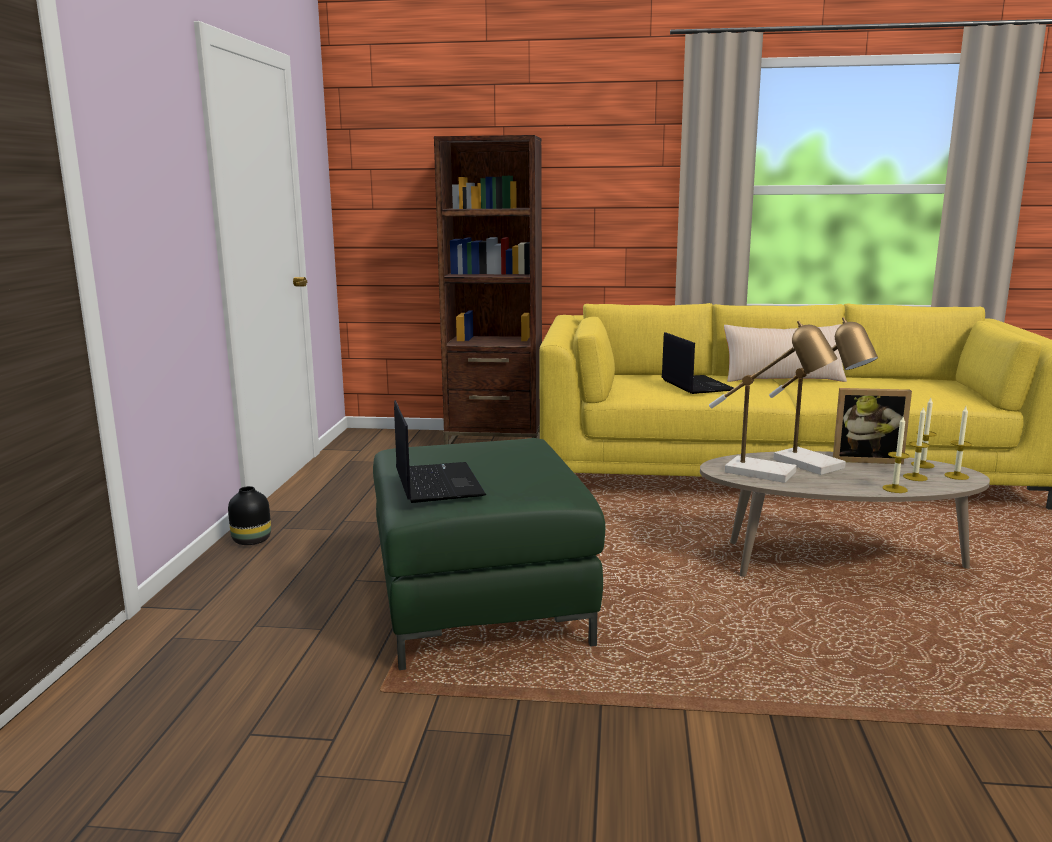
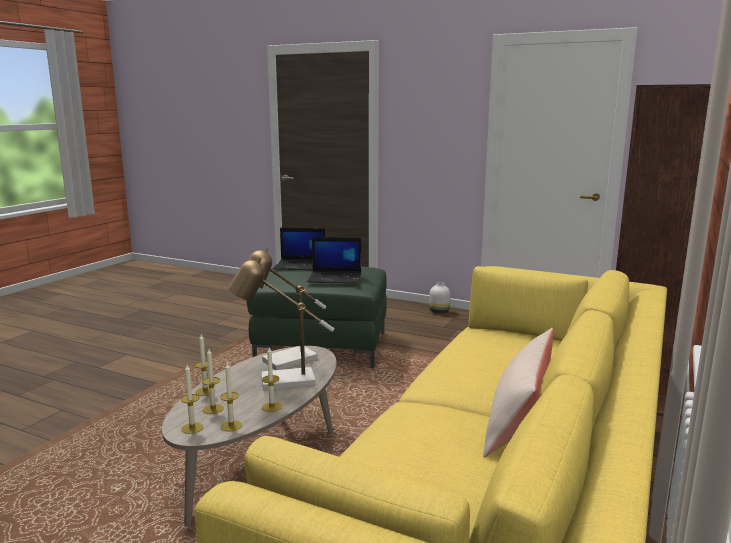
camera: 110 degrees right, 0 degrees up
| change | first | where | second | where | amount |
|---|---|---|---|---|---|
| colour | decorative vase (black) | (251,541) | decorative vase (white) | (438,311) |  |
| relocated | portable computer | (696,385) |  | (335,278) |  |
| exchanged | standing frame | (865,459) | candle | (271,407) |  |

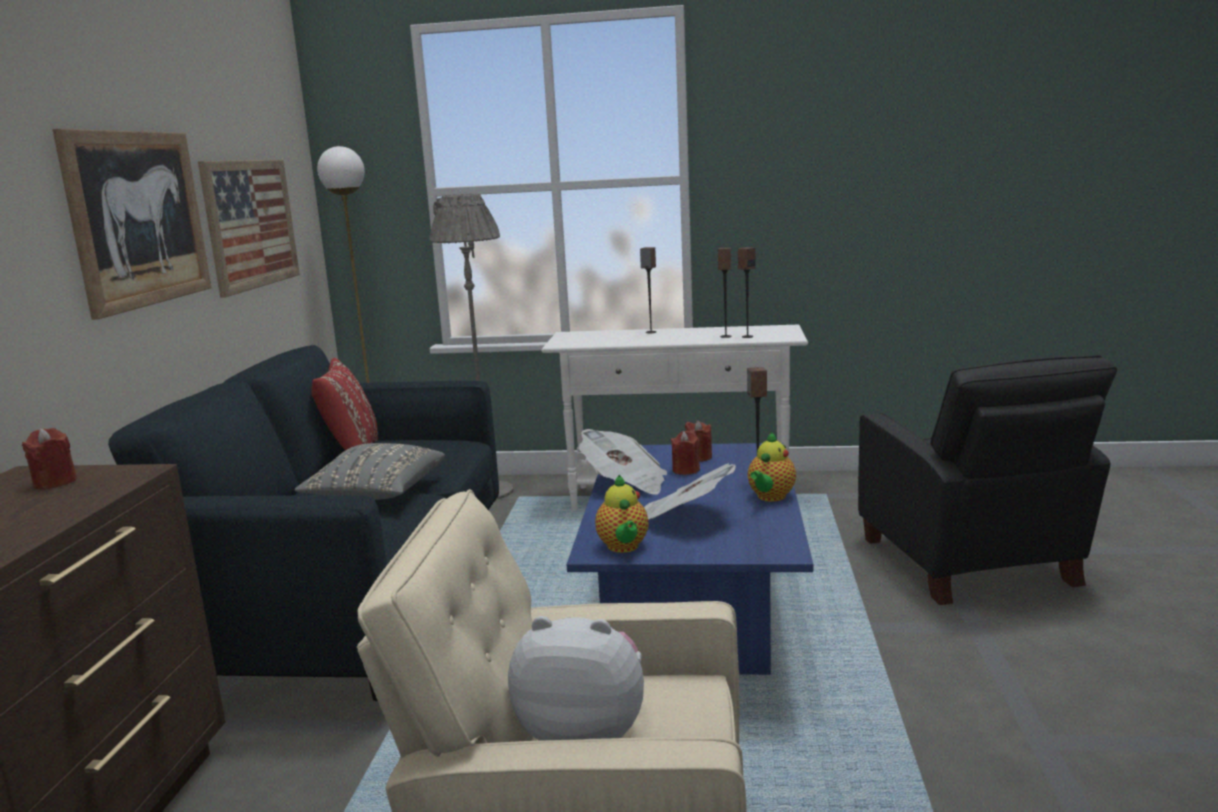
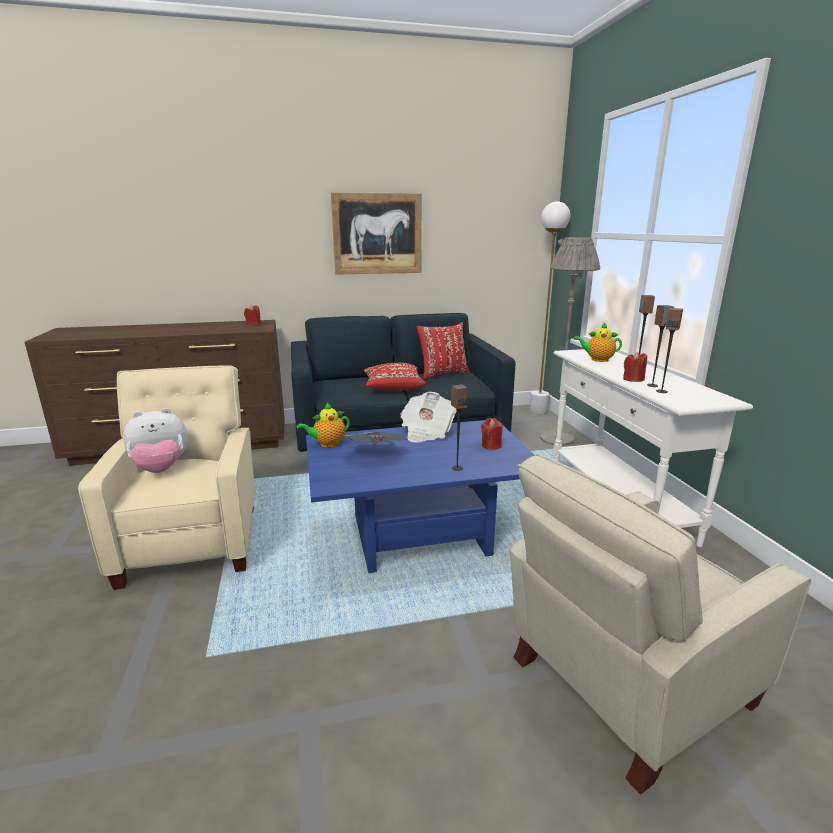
camera: 70 degrees right, 5 degrees up
| change | first | where | second | where | amount |
|---|---|---|---|---|---|
| missing | wall art | (251,224) |  |  |  |
| colour | cushion (grey) | (376,494) | cushion (reddish) | (393,388) |  |
| spun | plush toy | (584,734) |  | (161,469) | 75 degrees clockwise |
| relocated | candle (reddish) | (686,470) |  | (633,379) |  |
| relocated | tea pot | (770,497) |  | (597,359) |  |
| colour | easy chair (black) | (970,564) | easy chair (beige-coloured) | (622,682) |  |

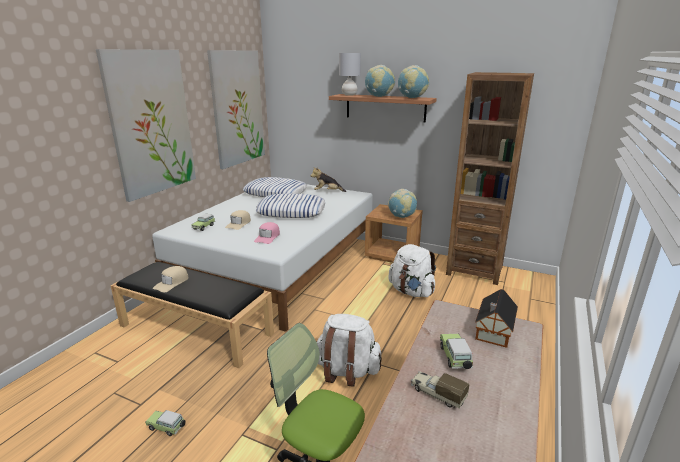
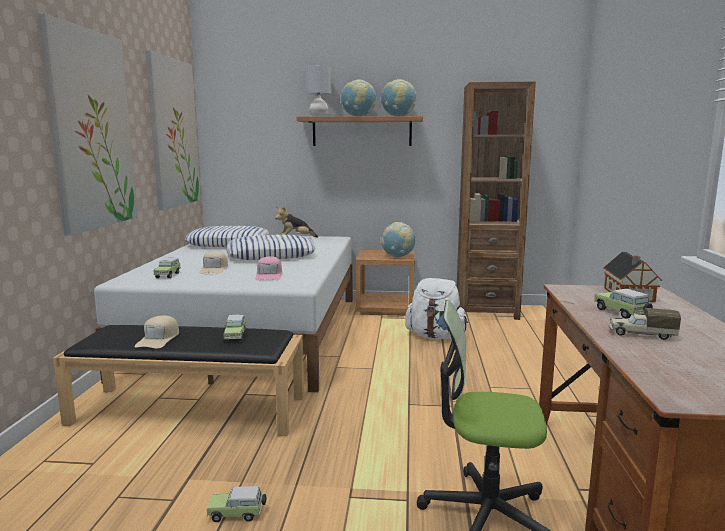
camera: 20 degrees left, 10 degrees down
| change | first | where | second | where | amount |
|---|---|---|---|---|---|
| missing | rucksack (white) | (346,371) |  |  |  |
| appeared |  |  | model car | (235,336) |  |

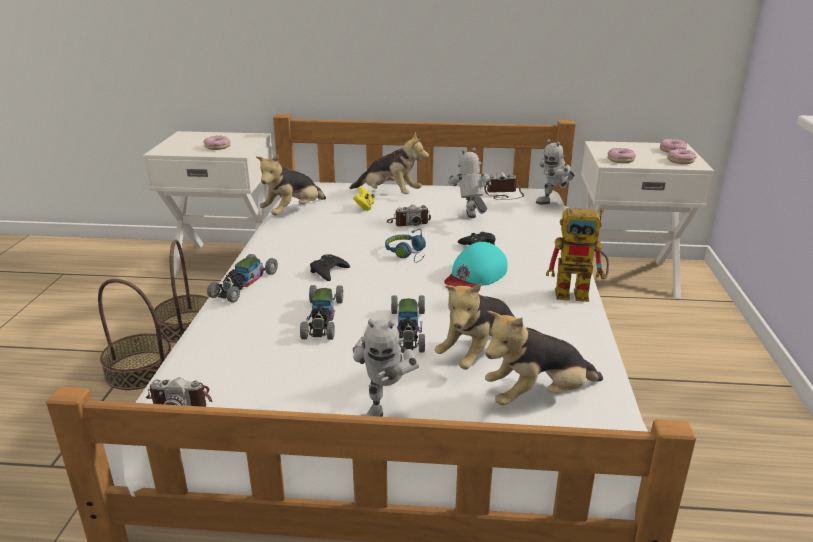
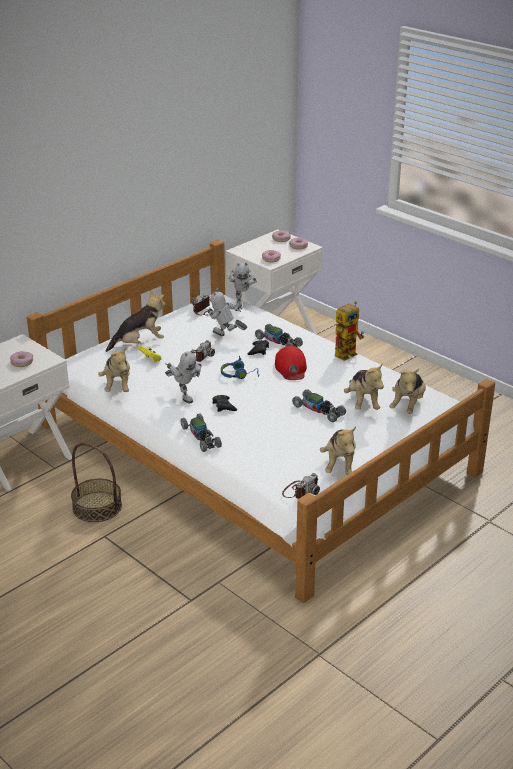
camera: 50 degrees left, 5 degrees up
| change | first | where | second | where | amount |
|---|---|---|---|---|---|
| missing | storage basket | (140,370) |  |  |  |
| relocated | model car | (322,319) |  | (278,342) |  |
| relocated | model robot | (385,407) |  | (184,396) |  |
| colour | baseball cap (turquoise) | (475,275) | baseball cap (reddish) | (291,368) |  |
| appeared |  |  | plush toy | (339,464) |  |

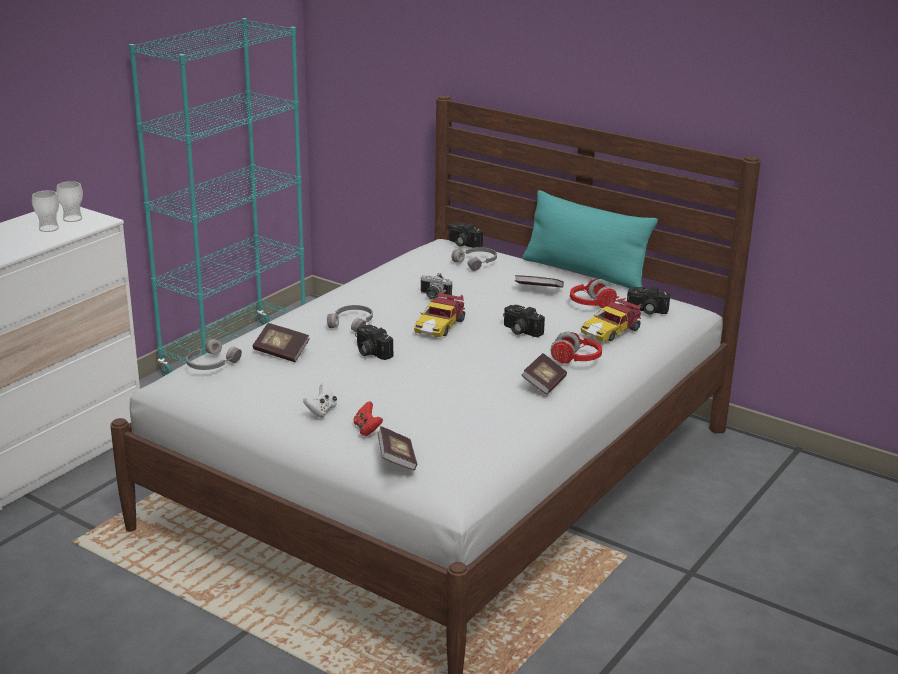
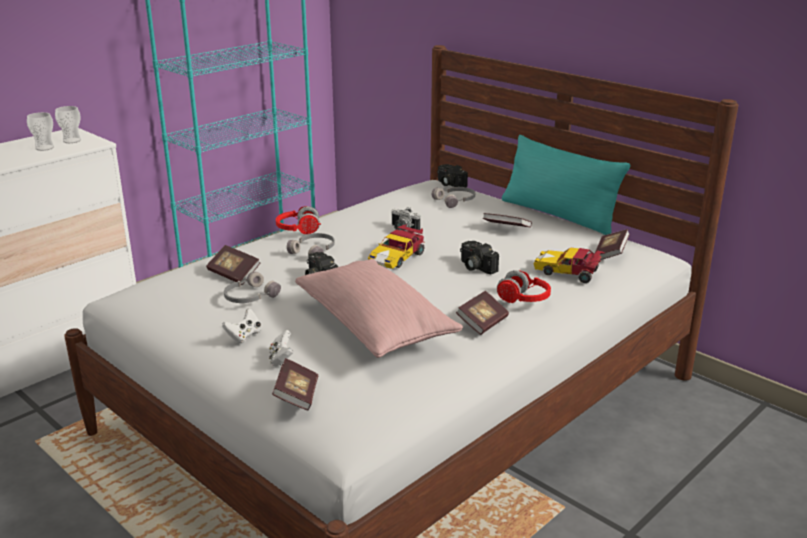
camera: 10 degrees right, 0 degrees up
| change | first | where | second | where | amount |
|---|---|---|---|---|---|
| relocated | headphones (grey) | (211,364) |  | (249,297) |  |
| colour | gamepad (reddish) | (367,429) | gamepad (white) | (281,359) |  |
| relocated | headphones (reddish) | (592,305) |  | (298,230) |  |
| spun | model car | (611,331) |  | (569,273) | 60 degrees clockwise |
| exchanged | photo camera | (646,311) | bound book | (610,254) |  |
| appeared |  |  | cushion (pinkish) | (375,326) |  |

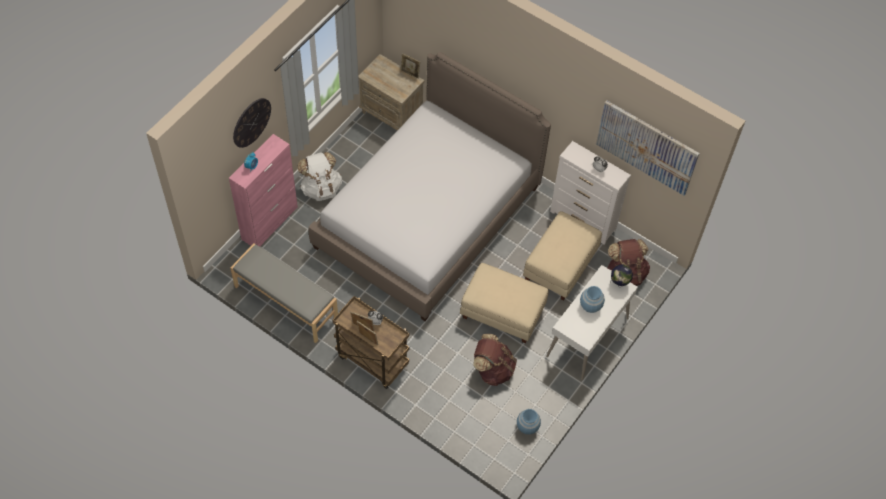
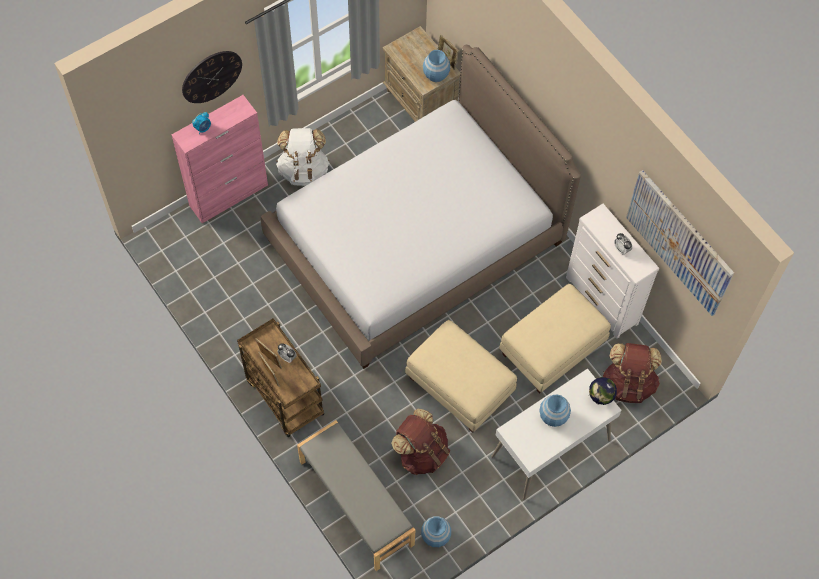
camera: 20 degrees right, 5 degrees up
| change | first | where | second | where | amount |
|---|---|---|---|---|---|
| relocated | bench (grey) | (285,302) |  | (355,503) |  |
| appeared |  |  | decorative vase (bluish) | (436,74) |  |

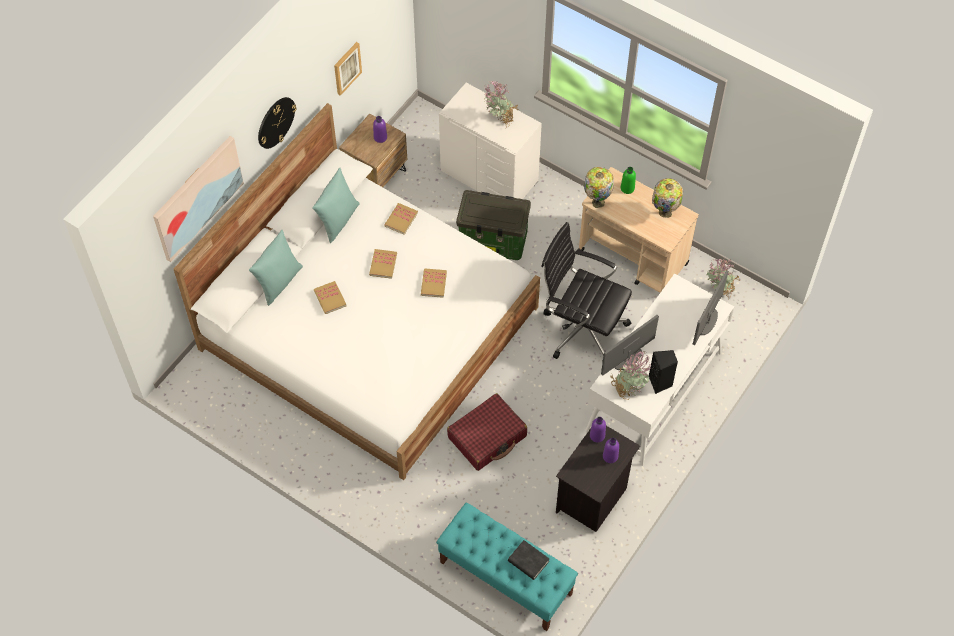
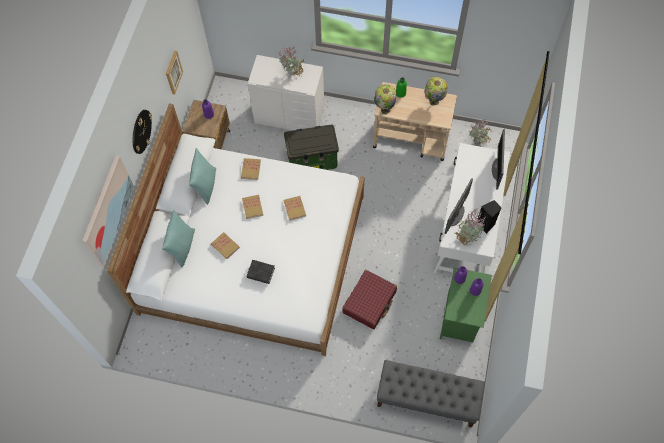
camera: 20 degrees left, 5 degrees up
| change | first | where | second | where | amount |
|---|---|---|---|---|---|
| colour | bench (turquoise) | (505,578) | bench (grey) | (426,399) |  |
| relocated | bound book (black) | (528,561) |  | (261,273) |  |
| missing | computer chair (black) | (582,328) |  |  |  |
| colour | nightstand (black) | (592,499) | nightstand (green) | (460,319) |  |

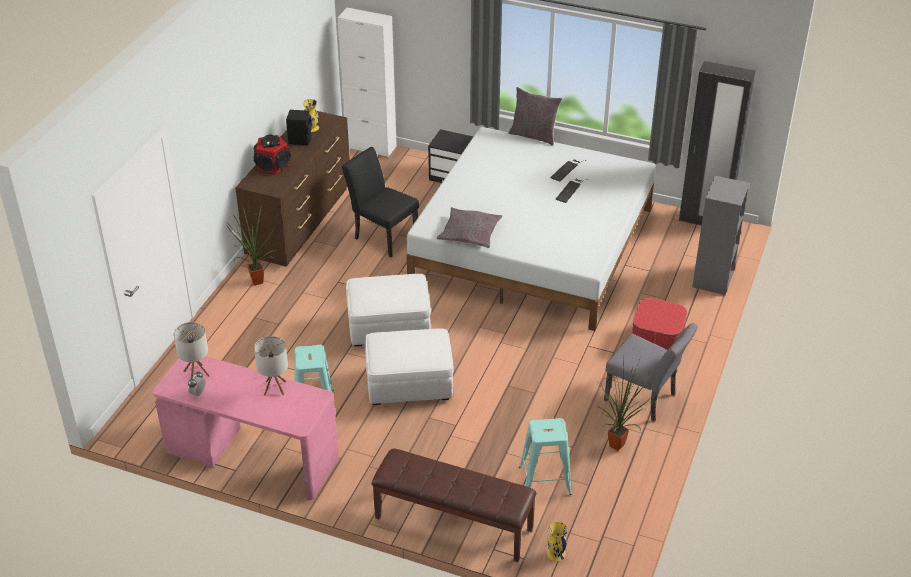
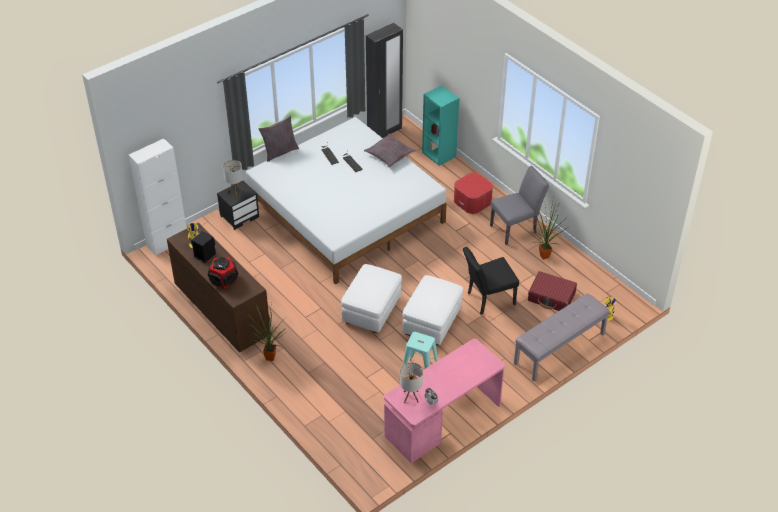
camera: 60 degrees left, 5 degrees up
| change | first | where | second | where | amount |
|---|---|---|---|---|---|
| relocated | table lamp | (275,388) |  | (235,191) |  |
| relocated | plain chair (black) | (382,236) |  | (487,299) |  |
| colour | bench (brown-coloured) | (453,524) | bench (grey) | (559,349) |  |
| relocated | cushion (grey) | (469,233) |  | (389,154) |  |
| exchanged | sitting stool (turquoise) | (545,480) | travel case (reddish) | (551,297) |  |
| colour | bookcase (grey) | (713,279) | bookcase (turquoise) | (439,154) |  |

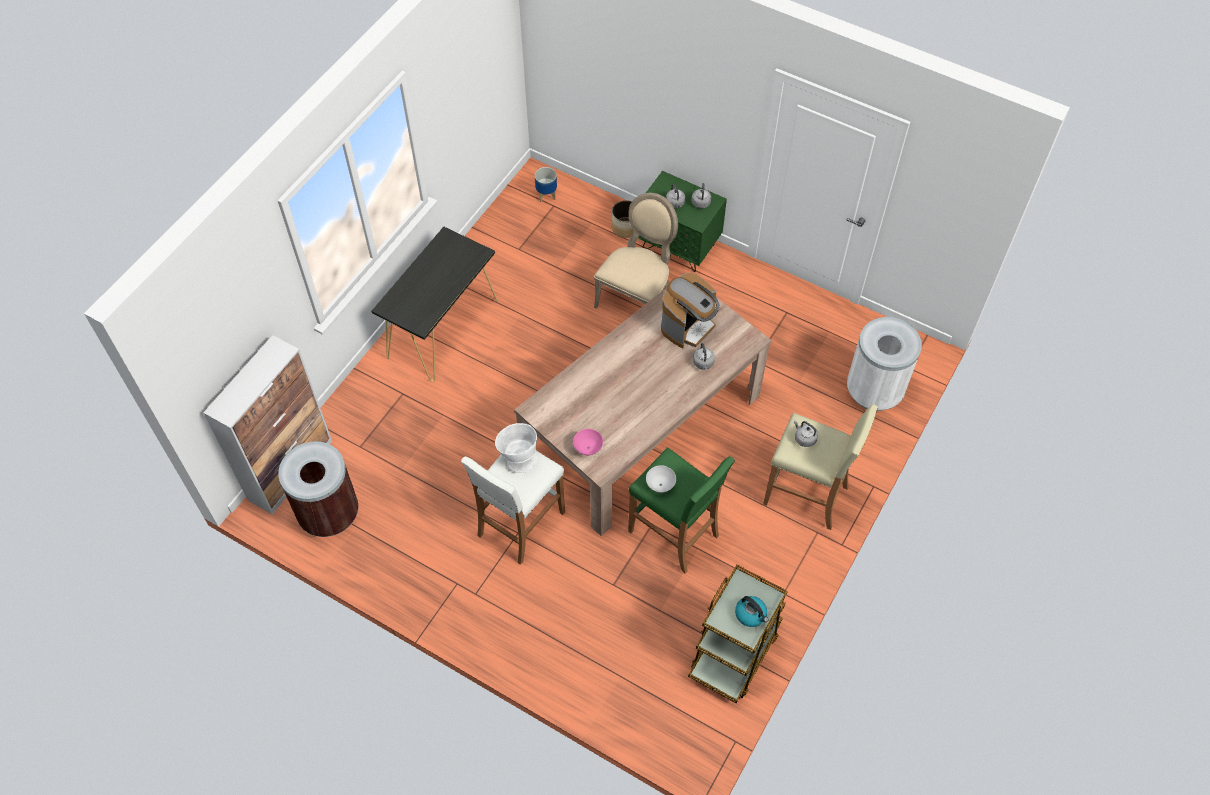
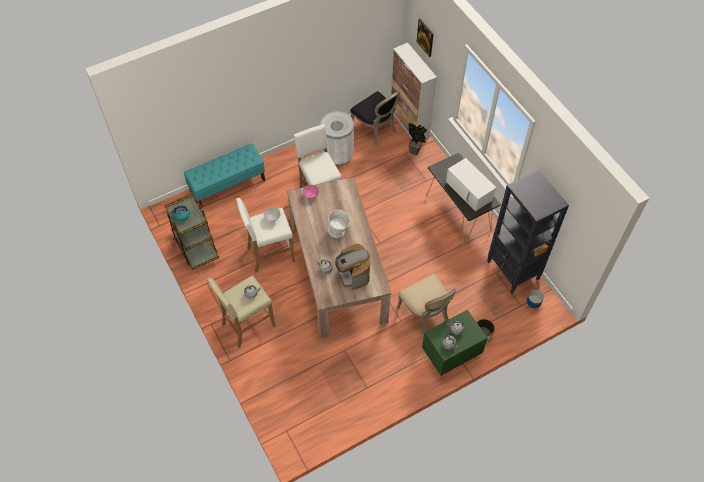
camera: 120 degrees right, 0 degrees up
| change | first | where | second | where | amount |
|---|---|---|---|---|---|
| exchanged | rubbish bin (brown-coloured) | (329,514) | plain chair (black) | (375,129) |  |
| relocated | bowl (white) | (518,458) |  | (339,231) |  |
| colour | sitting stool (green) | (674,534) | sitting stool (white) | (270,254) |  |
| relocated | rubbish bin (white) | (874,391) |  | (337,155) |  |
| appeared |  |  | bench (turquoise) | (228,186) |  |
| appeared |  |  | potted plant | (415,152) |  |
| appeared |  |  | wall art | (425,37) |  |
| appeared |  |  | kitchen microwave (white) | (470,191) |  |
| appeared |  |  | bookcase (black) | (513,271) |  |

